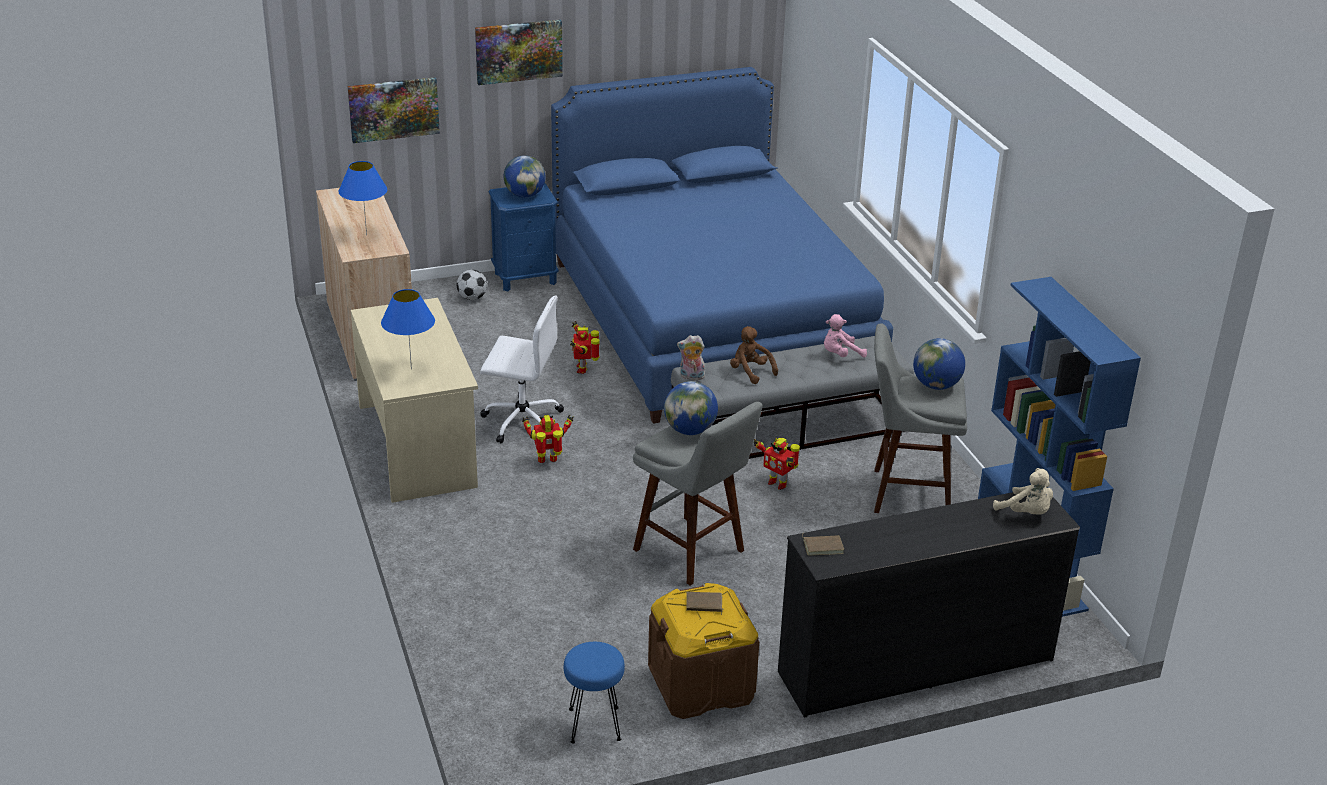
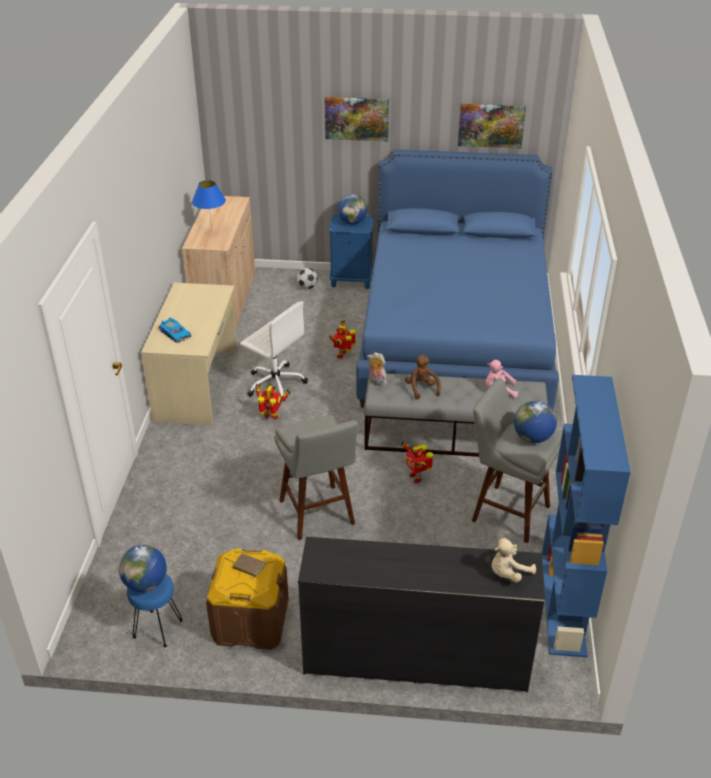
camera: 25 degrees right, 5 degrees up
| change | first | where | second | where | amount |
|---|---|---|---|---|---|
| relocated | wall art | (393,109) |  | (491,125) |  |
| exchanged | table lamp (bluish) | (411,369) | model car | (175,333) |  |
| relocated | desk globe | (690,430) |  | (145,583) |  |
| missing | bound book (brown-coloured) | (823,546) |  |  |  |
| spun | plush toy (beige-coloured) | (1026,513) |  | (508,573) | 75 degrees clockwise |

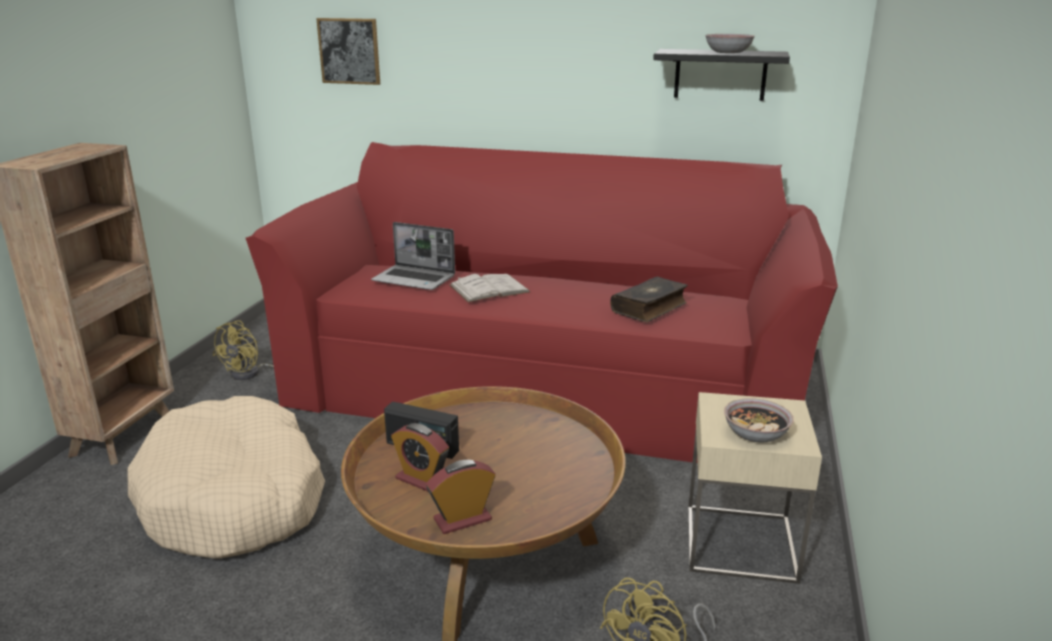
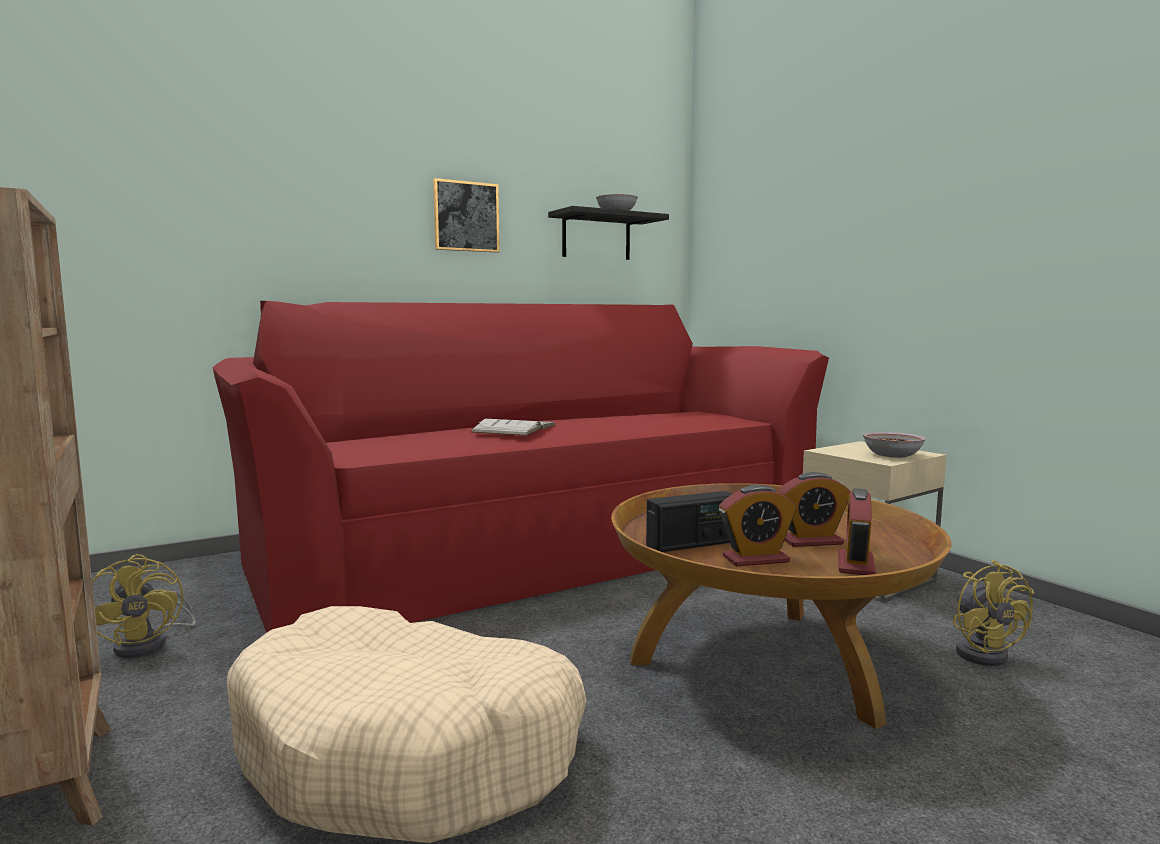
camera: 45 degrees left, 15 degrees down
| change | first | where | second | where | amount |
|---|---|---|---|---|---|
| relocated | wall art | (349,51) |  | (466,216) |  |
| missing | portable computer | (415,279) |  |  |  |
| missing | bound book | (650,308) |  |  |  |
| appeared |  |  | table clock | (811,541) |  |

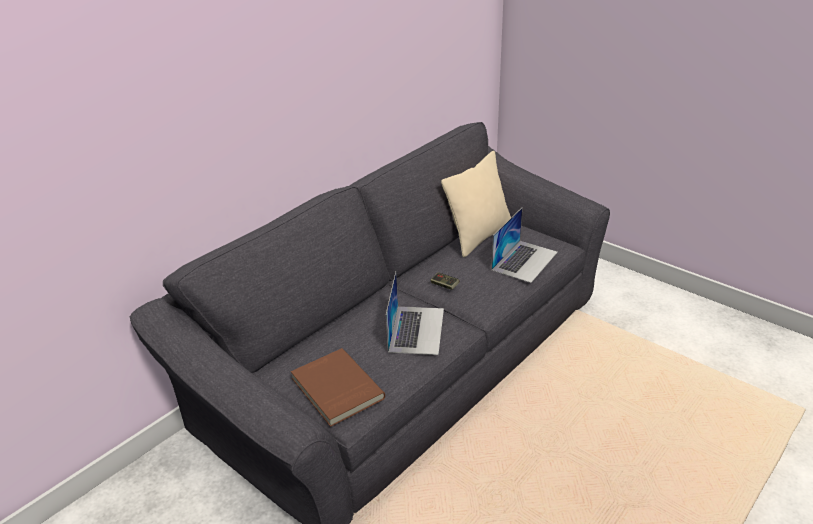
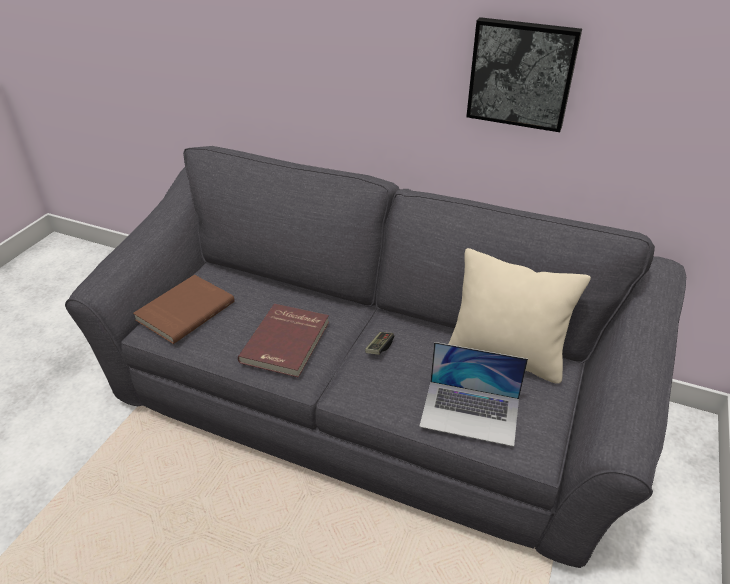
camera: 70 degrees right, 5 degrees up
| change | first | where | second | where | amount |
|---|---|---|---|---|---|
| exchanged | portable computer | (416,329) | bound book (reddish) | (287,342) |  |
| appeared |  |  | wall art | (521,73) |  |

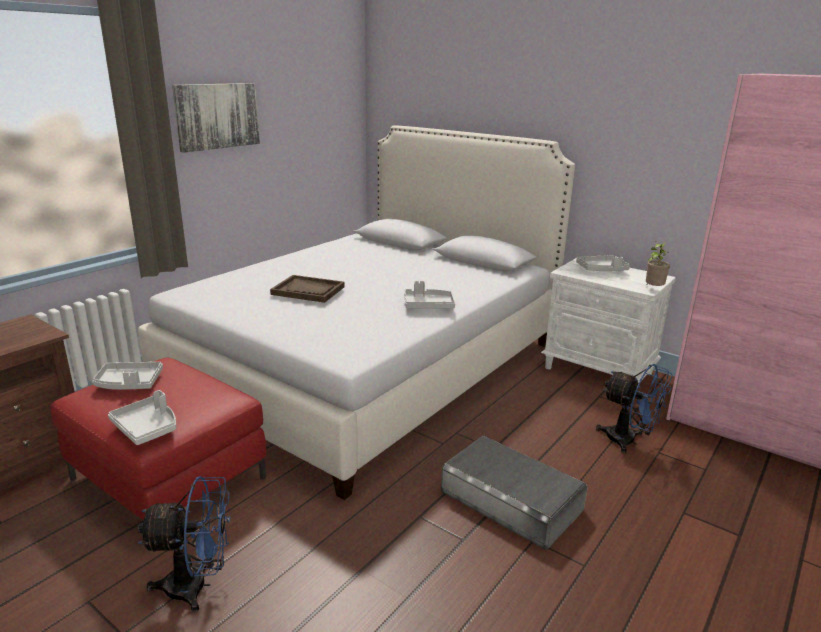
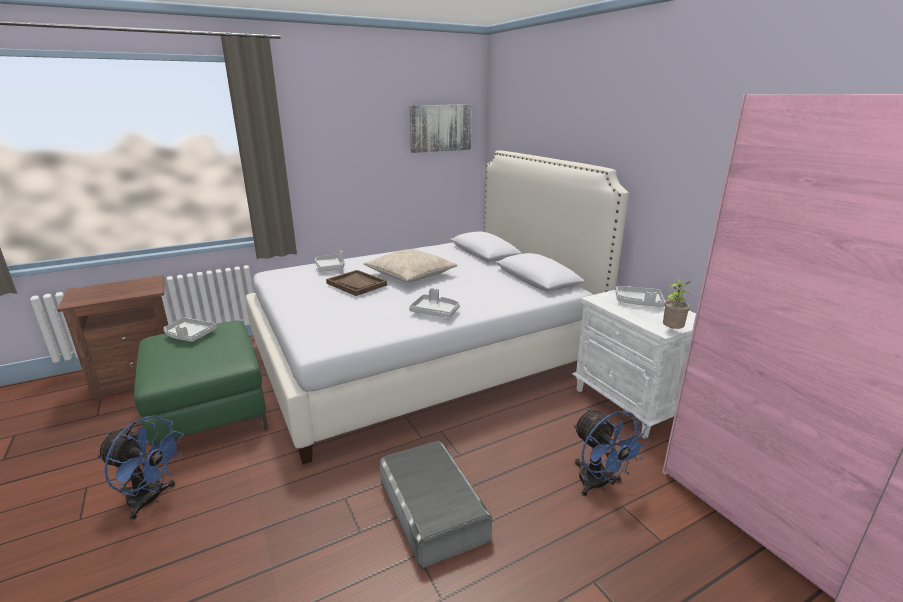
camera: 25 degrees right, 0 degrees up
| change | first | where | second | where | amount |
|---|---|---|---|---|---|
| colour | footrest (reddish) | (169,478) | footrest (green) | (210,411) |  |
| relocated | serving tray (grey) | (147,428) |  | (331,268) |  |
| relocated | wall art | (217,116) |  | (440,128) |  |
| appeared |  |  | cushion (beige-coloured) | (410,274) |  |

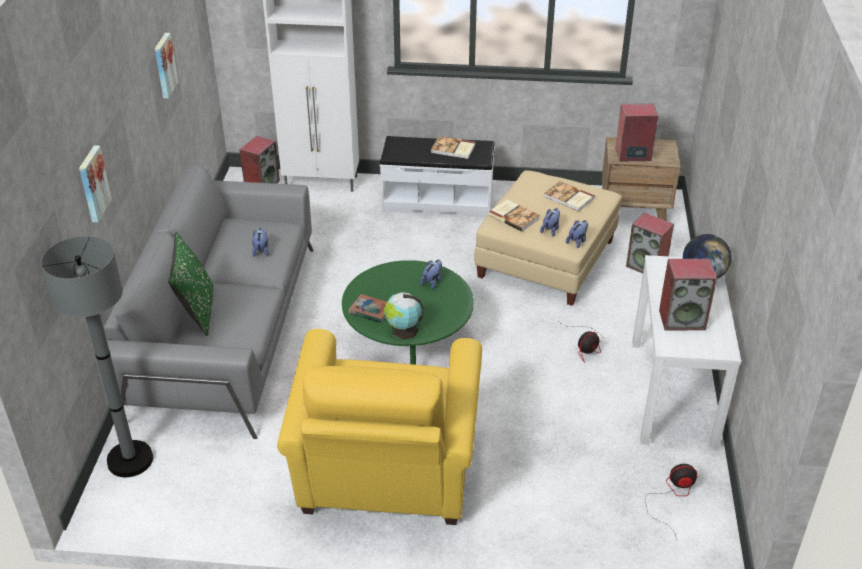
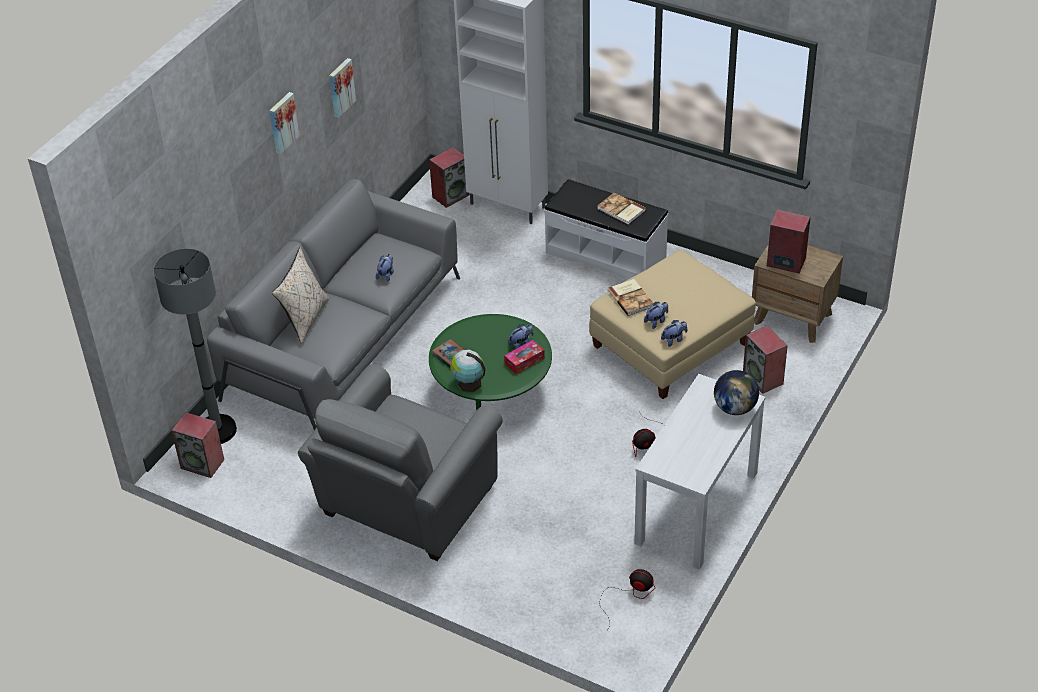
camera: 25 degrees right, 5 degrees up
| change | first | where | second | where | amount |
|---|---|---|---|---|---|
| relocated | wall art | (93,183) |  | (282,122) |  |
| colour | cushion (green) | (196,311) | cushion (beige-coloured) | (304,319) |  |
| colour | easy chair (yellow-coloured) | (385,477) | easy chair (grey) | (404,505) |  |
| missing | bound book | (568,198) |  |  |  |
| relocated | audio speaker | (682,319) |  | (203,463) |  |
| appeared |  |  | box of tissues | (524,361) |  |

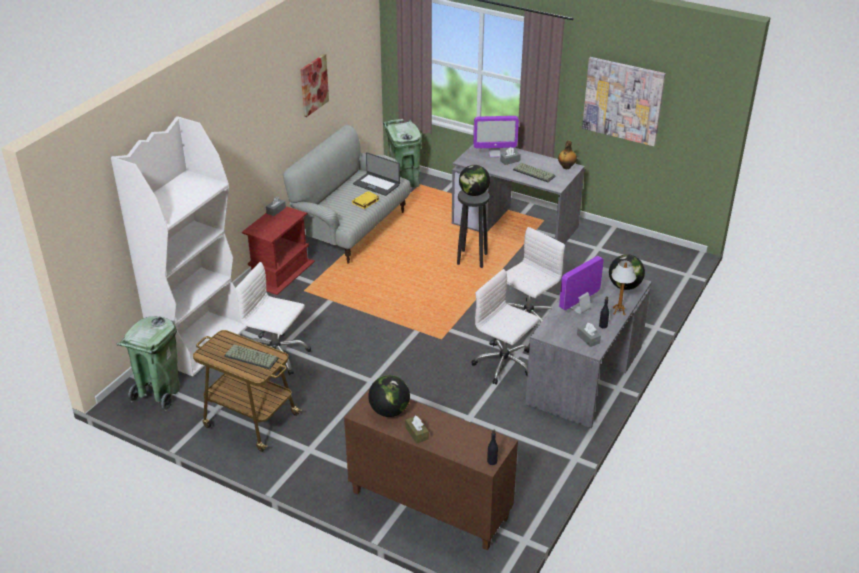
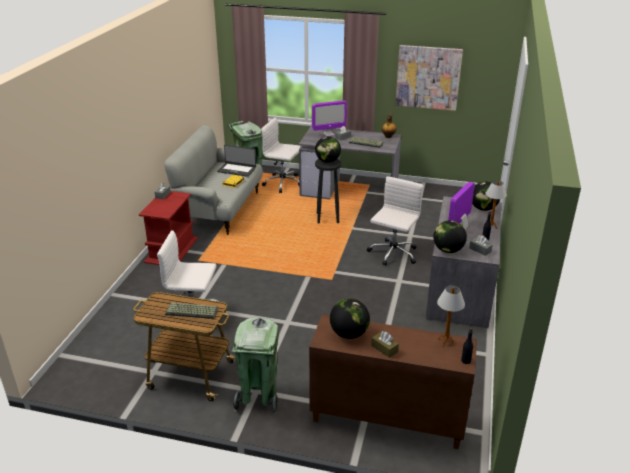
camera: 15 degrees left, 5 degrees down
| change | first | where | second | where | amount |
|---|---|---|---|---|---|
| missing | bookcase (white) | (200,343) |  |  |  |
| relocated | rubbish bin (green) | (159,393) |  | (258,397) |  |
| missing | wall art | (313,85) |  |  |  |
| relocated | computer chair (white) | (504,364) |  | (283,183) |  |
| appeared |  |  | desk globe | (448,250) |  |
| appeared |  |  | table lamp | (445,341) |  |

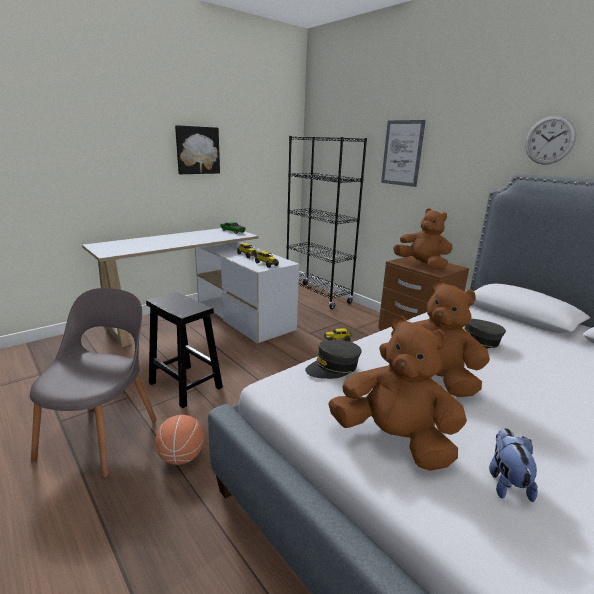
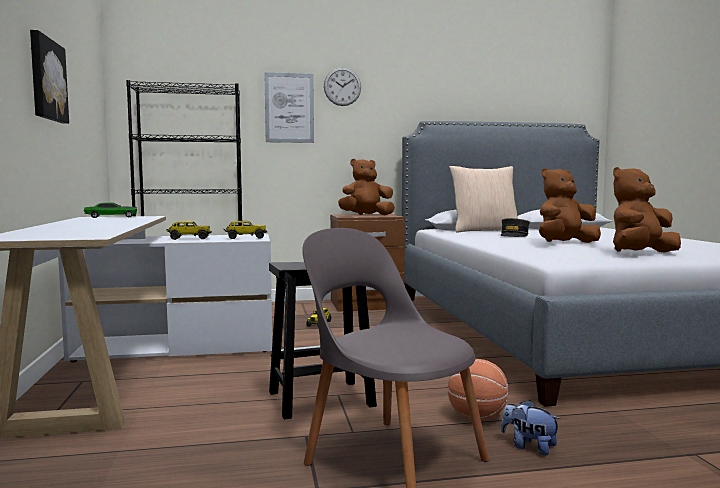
camera: 60 degrees left, 15 degrees down
| change | first | where | second | where | amount |
|---|---|---|---|---|---|
| missing | baseball cap (grey) | (333,367) |  |  |  |
| relocated | plush toy | (506,482) |  | (529,446) |  |
| relocated | clock on the wall | (549,140) |  | (342,86) |  |
| appeared |  |  | cushion (beige-coloured) | (484,230) |  |

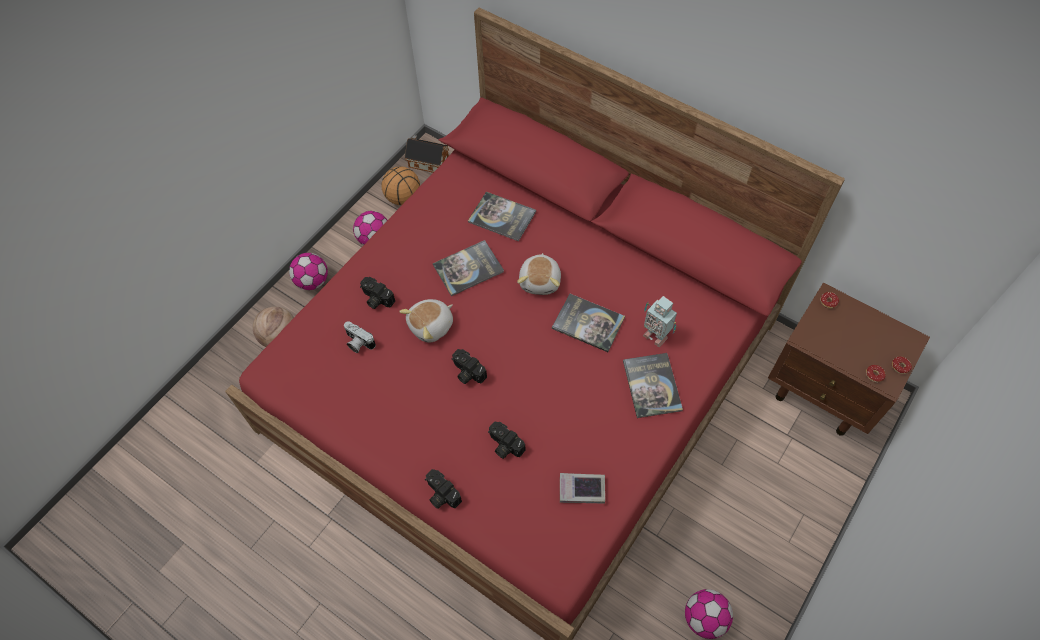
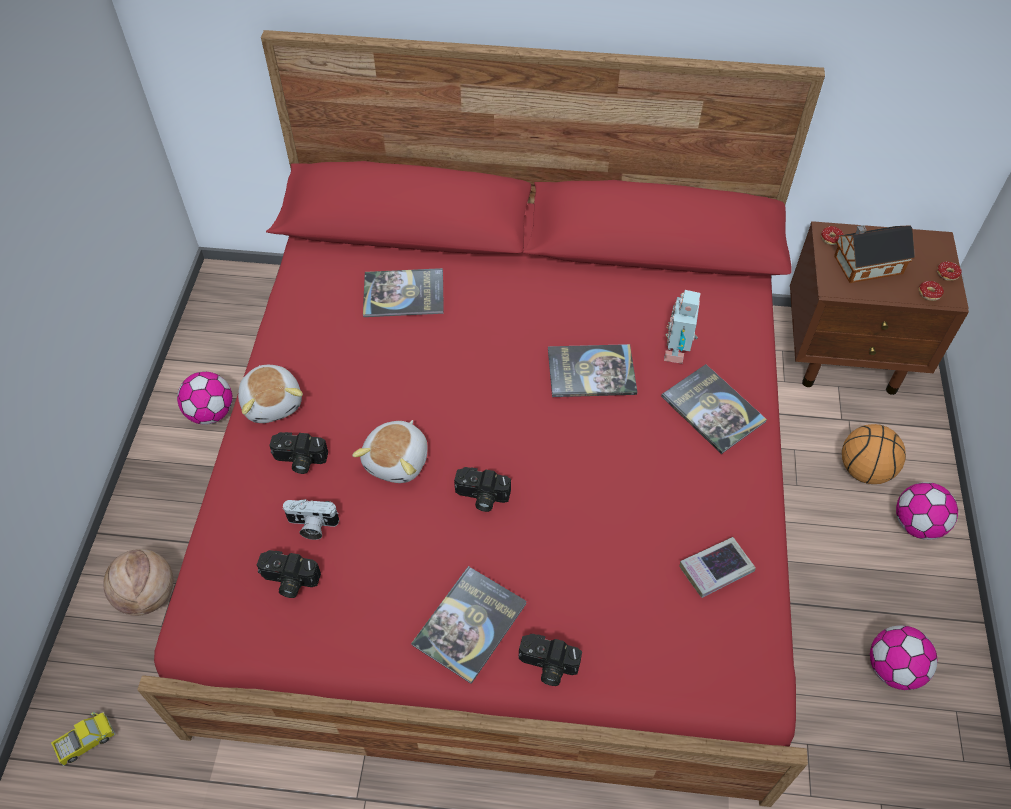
camera: 30 degrees left, 5 degrees down
| change | first | where | second | where | amount |
|---|---|---|---|---|---|
| relocated | ball for football | (312,281) |  | (917,524) |  |
| relocated | basketball | (403,198) |  | (865,470) |  |
| relocated | model house | (427,161) |  | (865,264) |  |
| relocated | bound book | (468,268) |  | (469,624) |  |
| relocated | photo camera | (504,445) |  | (288,581) |  |
| relocated | plush toy | (540,281) |  | (273,402) |  |
| spun | model robot | (655,335) |  | (677,351) | 90 degrees clockwise |
| appeared |  |  | toy lorry | (86,741) |  |

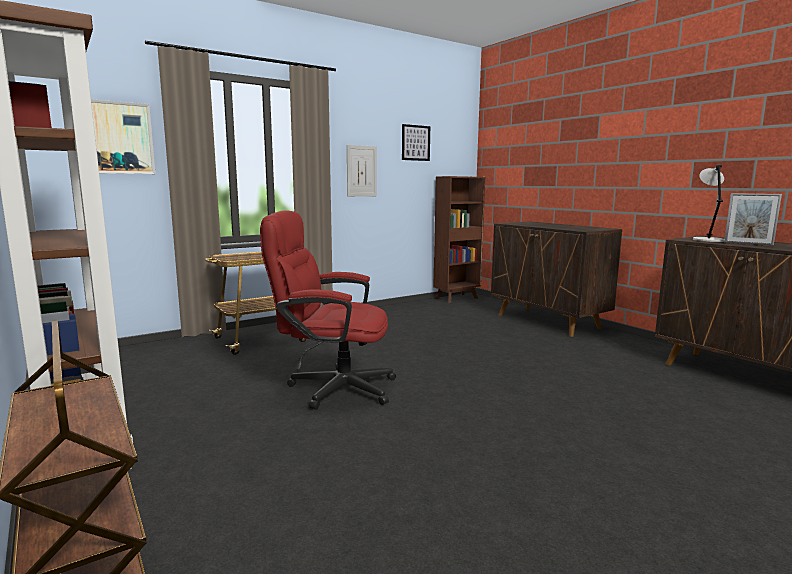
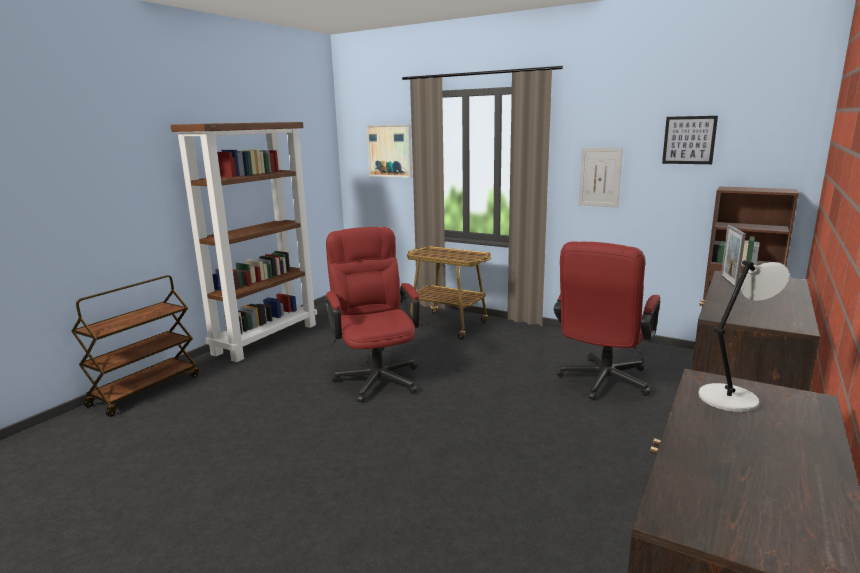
camera: 65 degrees right, 5 degrees up
| change | first | where | second | where | amount |
|---|---|---|---|---|---|
| relocated | standing frame | (748,244) |  | (728,282) |  |
| appeared |  |  | computer chair (reddish) | (602,383) |  |

